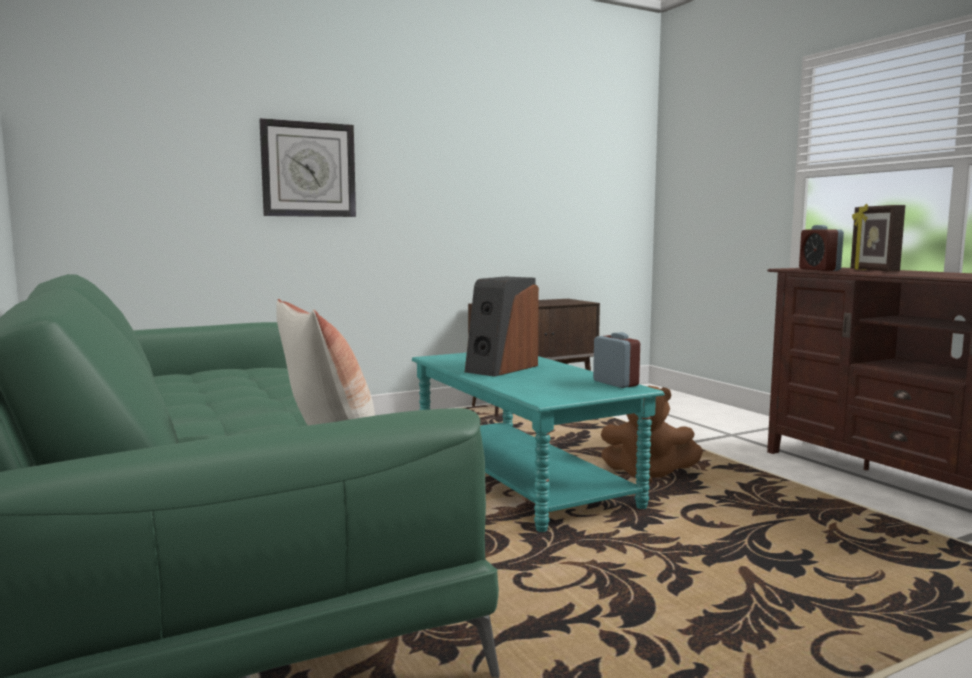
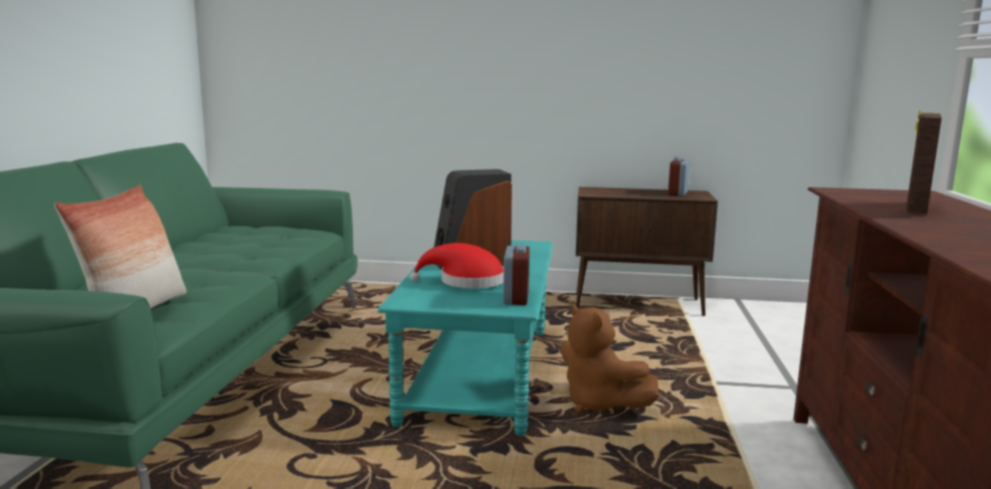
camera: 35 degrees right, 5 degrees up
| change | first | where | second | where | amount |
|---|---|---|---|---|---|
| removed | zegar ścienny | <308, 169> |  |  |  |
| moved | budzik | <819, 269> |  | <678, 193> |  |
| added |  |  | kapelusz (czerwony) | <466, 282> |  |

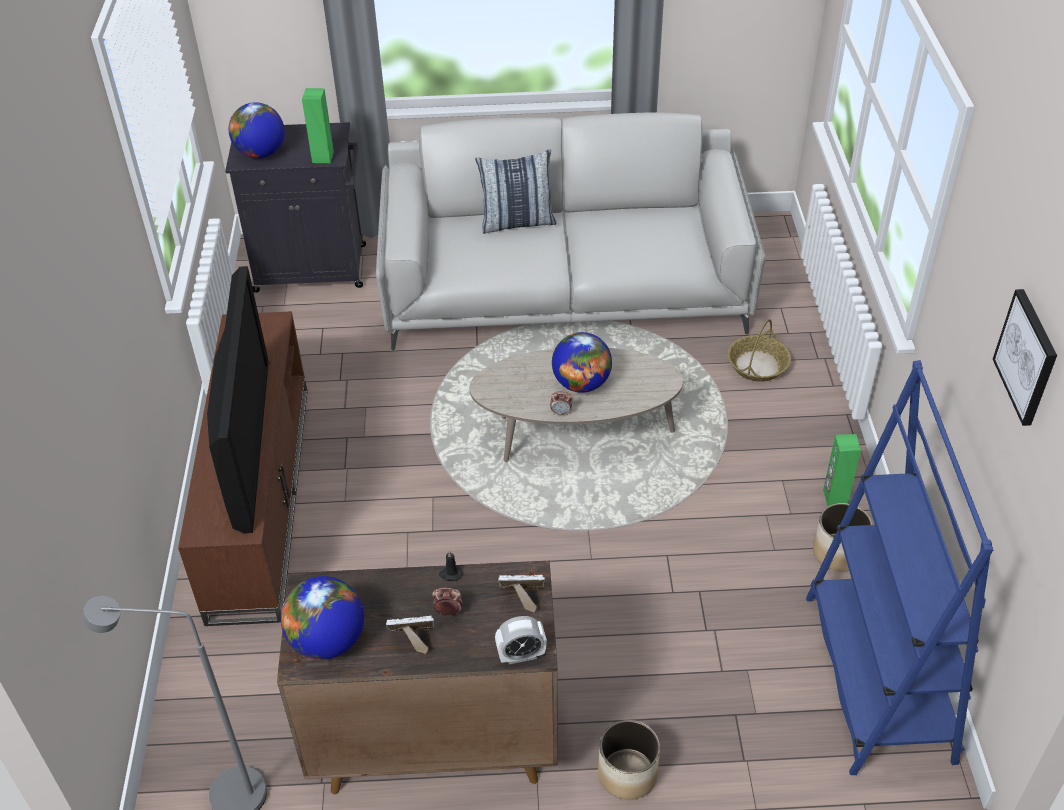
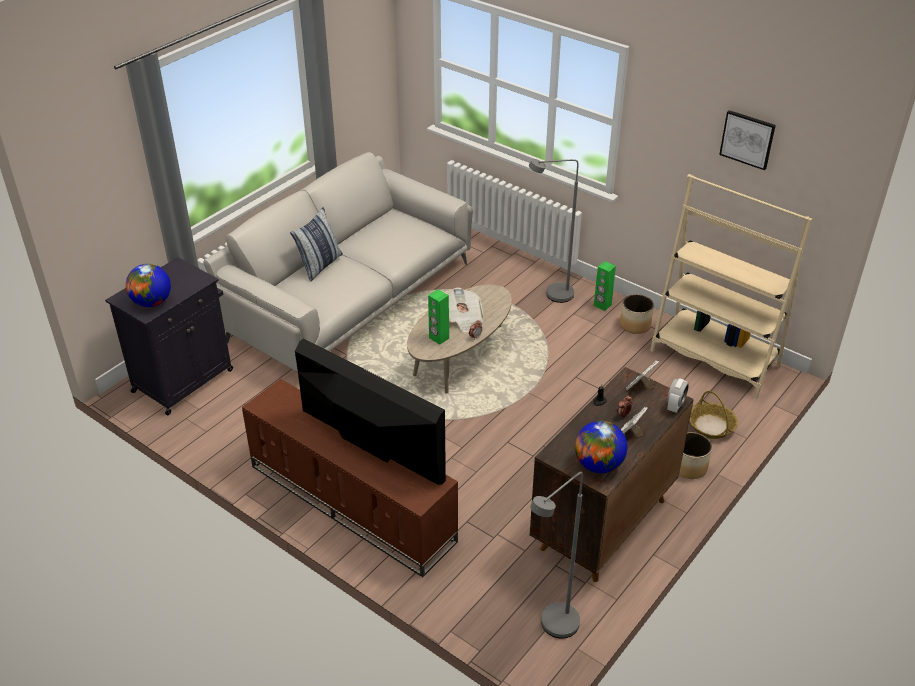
camera: 50 degrees left, 5 degrees down
| change | first | where | second | where | amount |
|---|---|---|---|---|---|
| moved | głośnik (zielony) | <322, 157> |  | <438, 338> |  |
| replaced | globus | <581, 384> | gazeta | <464, 319> |  |
| moved | koszyk | <757, 365> |  | <711, 426> |  |
| recoloured | regał (niebieski) | <877, 677> | regał (beżowy) | <714, 359> |  |
| added |  |  | lampa stojąca (szary) | <552, 295> |  |

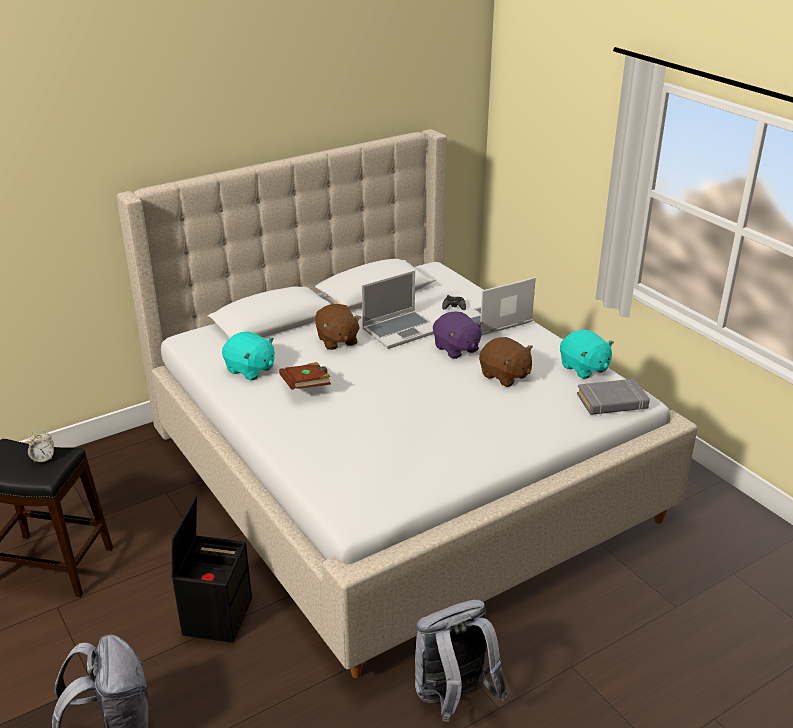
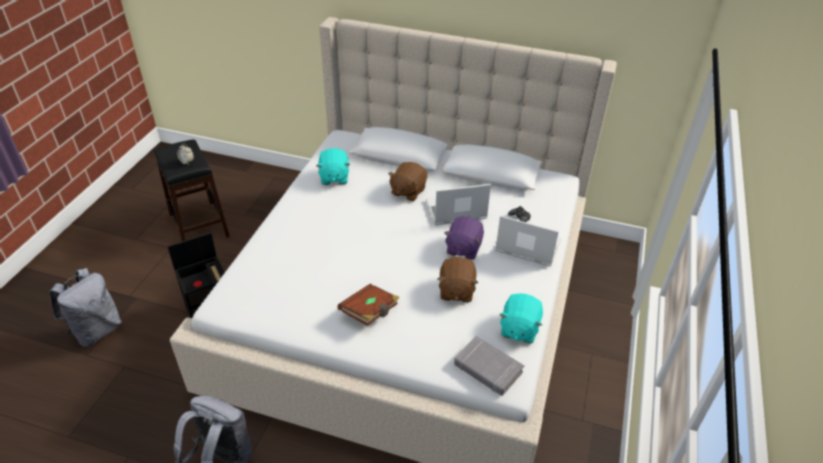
camera: 50 degrees right, 10 degrees up
| change | first | where | second | where | amount |
|---|---|---|---|---|---|
| moved | książka (brązowy) | <306, 387> |  | <370, 312> |  |
| turned | laptop | <401, 330> |  | <455, 211> | 150 degrees clockwise |

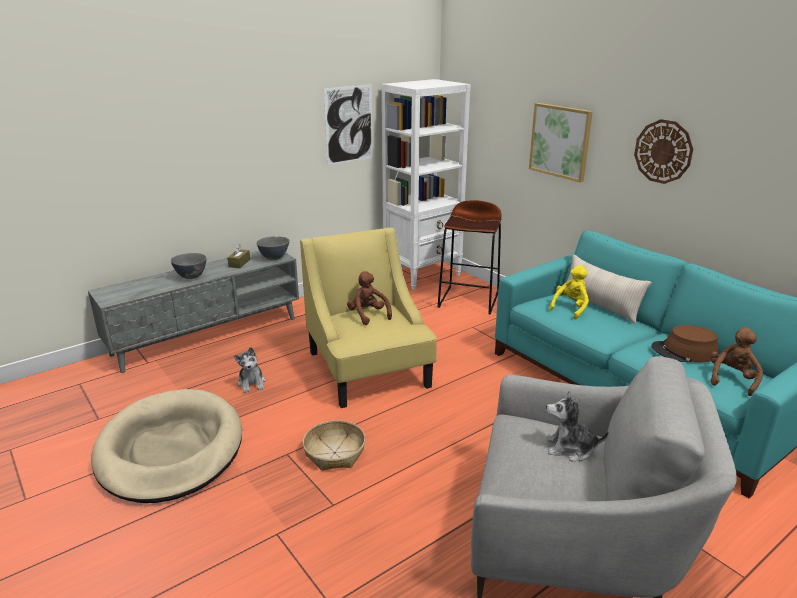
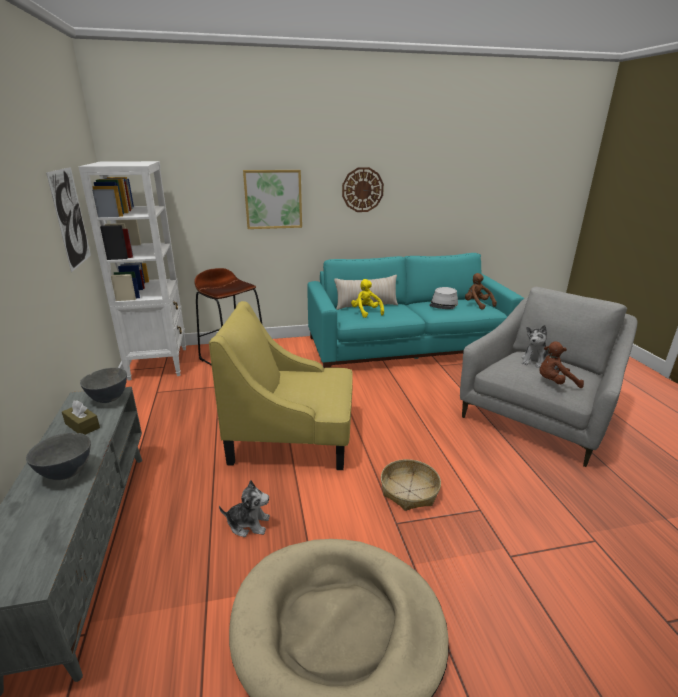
camera: 65 degrees left, 0 degrees up
| change | first | where | second | where | amount |
|---|---|---|---|---|---|
| moved | pluszak (brązowy) | <368, 315> |  | <555, 383> |  |
| recoloured | kapelusz (brązowy) | <684, 352> | kapelusz (szary) | <443, 304> |  |

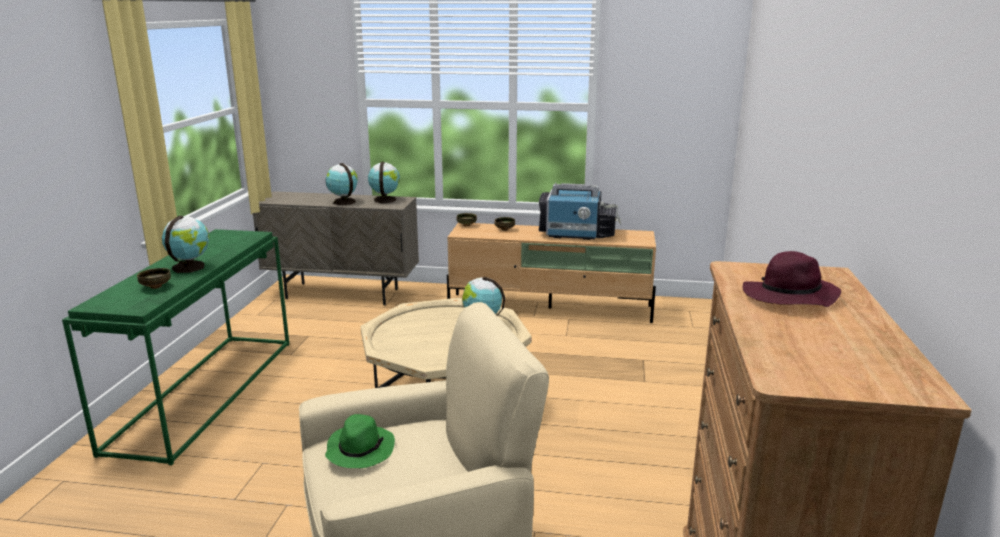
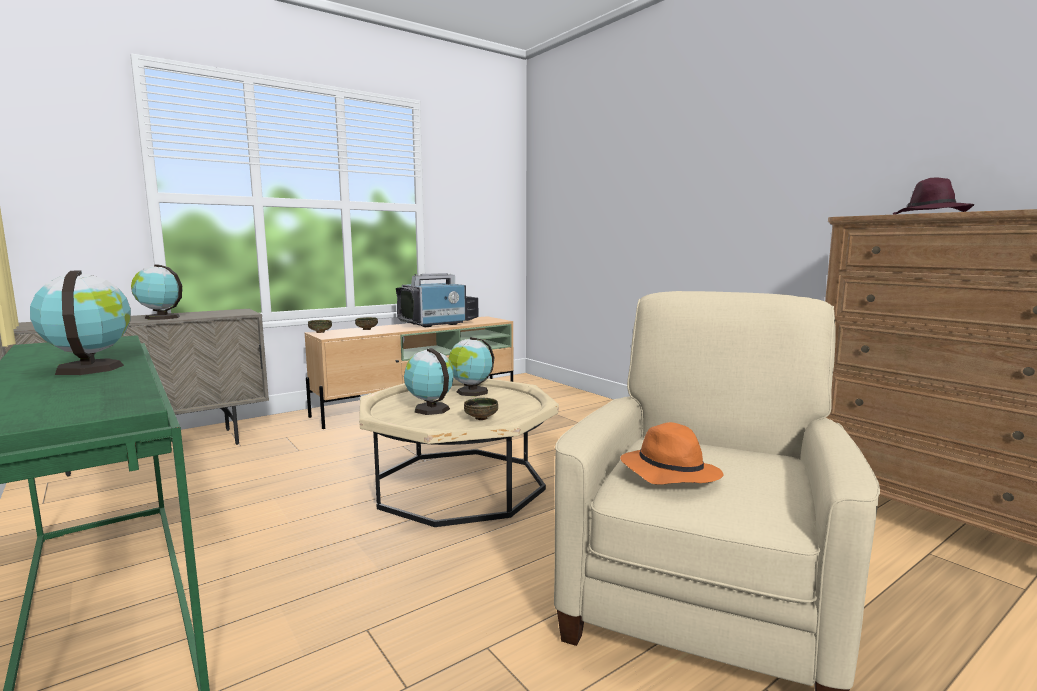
camera: 45 degrees left, 10 degrees down
| change | first | where | second | where | amount |
|---|---|---|---|---|---|
| moved | miska | <156, 287> |  | <481, 418> |  |
| recoloured | kapelusz (zielony) | <359, 450> | kapelusz (pomarańczowy) | <668, 472> |  |
| moved | globus | <384, 200> |  | <430, 409> |  |

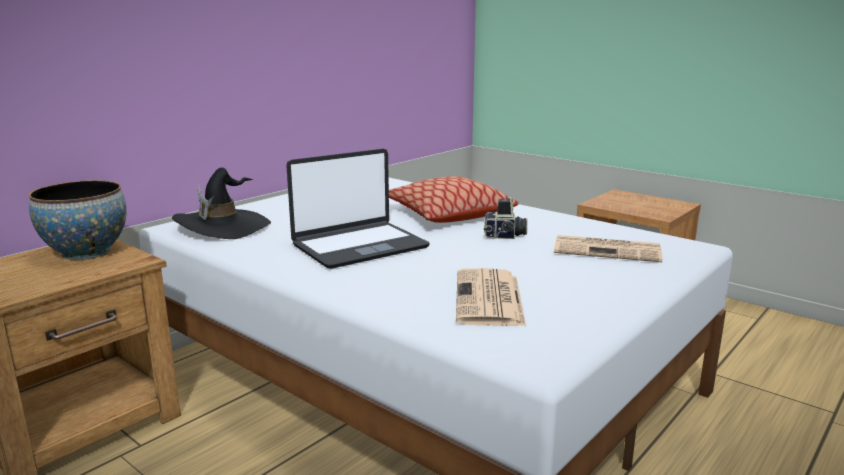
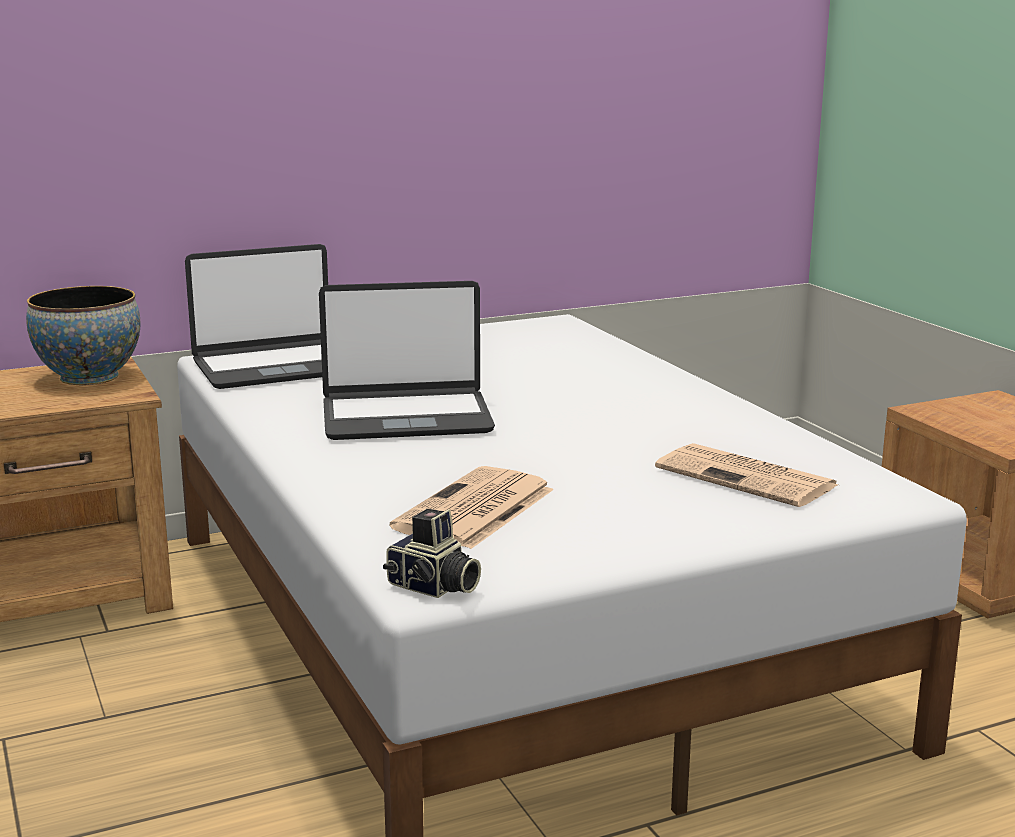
camera: 25 degrees right, 0 degrees up
| change | first | where | second | where | amount |
|---|---|---|---|---|---|
| replaced | kapelusz (czarny) | <223, 227> | laptop | <274, 367> |  |
| removed | poduszka | <448, 214> |  |  |  |
| moved | aparat fotograficzny | <505, 236> |  | <433, 587> |  |

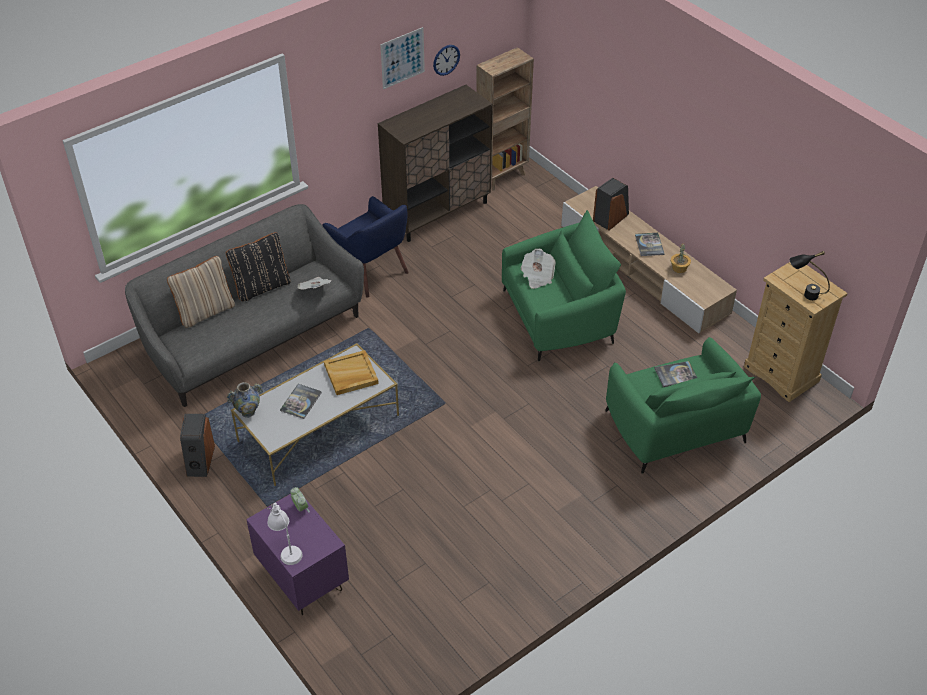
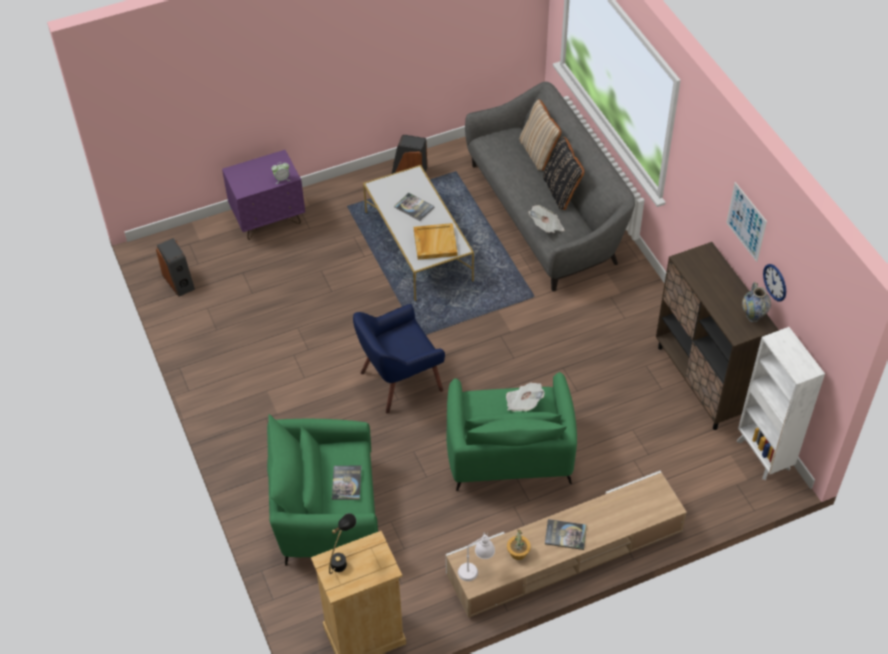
camera: 105 degrees right, 5 degrees up
| change | first | where | second | where | amount |
|---|---|---|---|---|---|
| moved | wazon | <248, 412> |  | <753, 316> |  |
| moved | lampa stołowa (biały) | <286, 549> |  | <476, 569> |  |
| moved | fotel (niebieski) | <370, 271> |  | <400, 381> |  |
| recoloured | regał (brązowy) | <502, 176> | regał (biały) | <763, 456> |  |
| moved | głośnik | <611, 218> |  | <179, 281> |  |

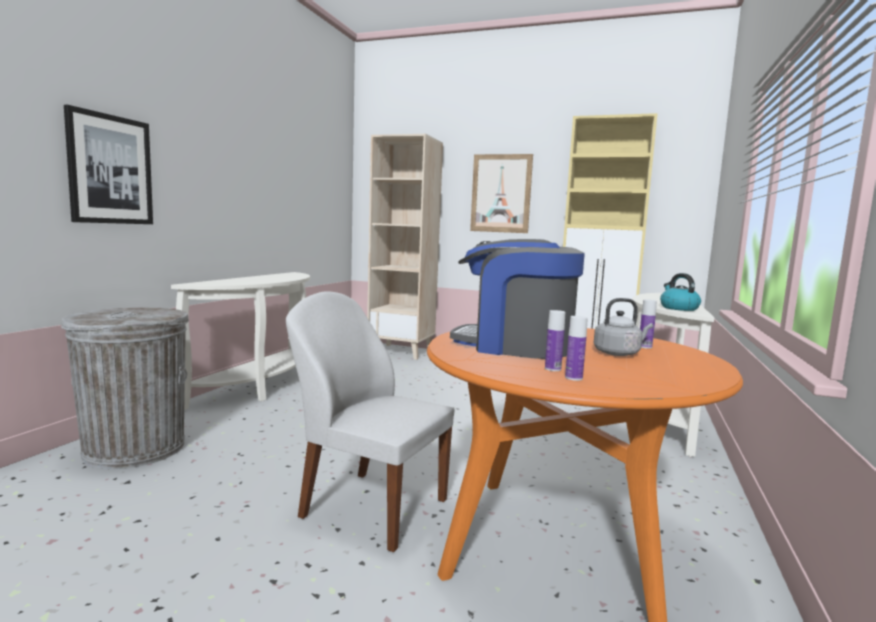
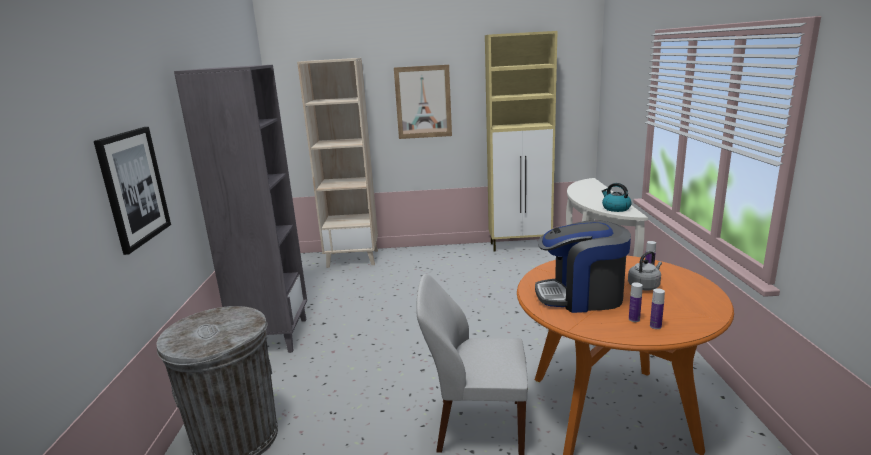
camera: 20 degrees left, 10 degrees up
| change | first | where | second | where | amount |
|---|---|---|---|---|---|
| replaced | stolik konsolowy (biały) | <262, 387> | regał (szary) | <273, 336> |  |

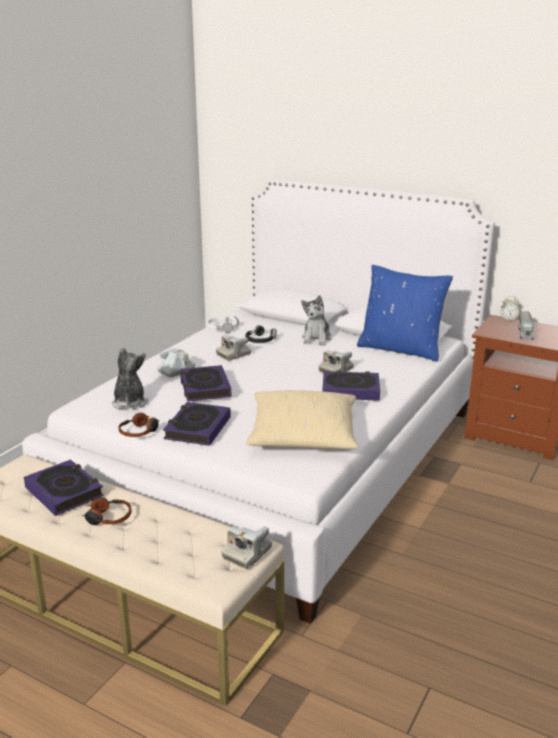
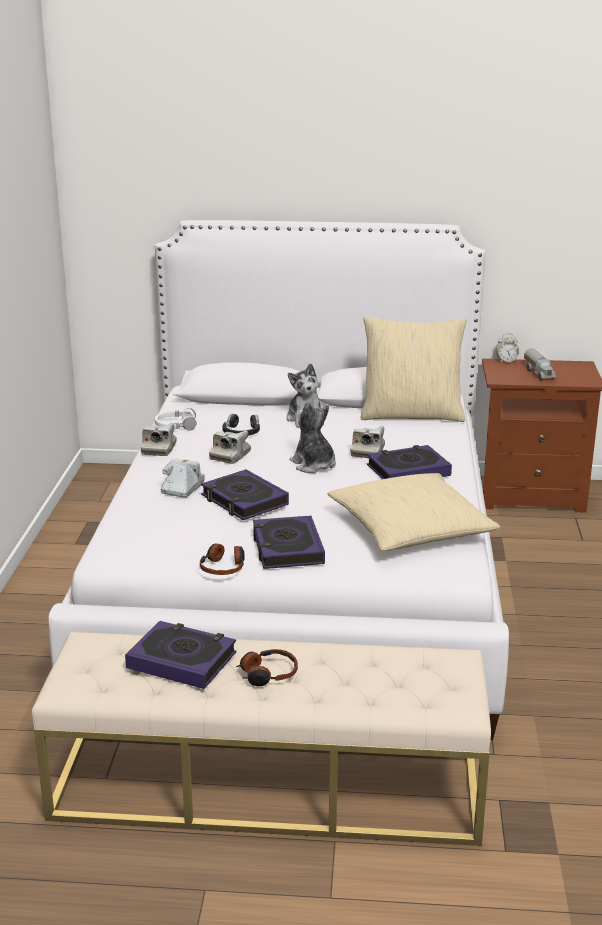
camera: 25 degrees left, 0 degrees up
| change | first | where | second | where | amount |
|---|---|---|---|---|---|
| moved | pluszak | <129, 402> |  | <314, 465> |  |
| moved | aparat fotograficzny | <247, 553> |  | <159, 449> |  |
| recoloured | poduszka (niebieski) | <401, 349> | poduszka (beżowy) | <411, 414> |  |

